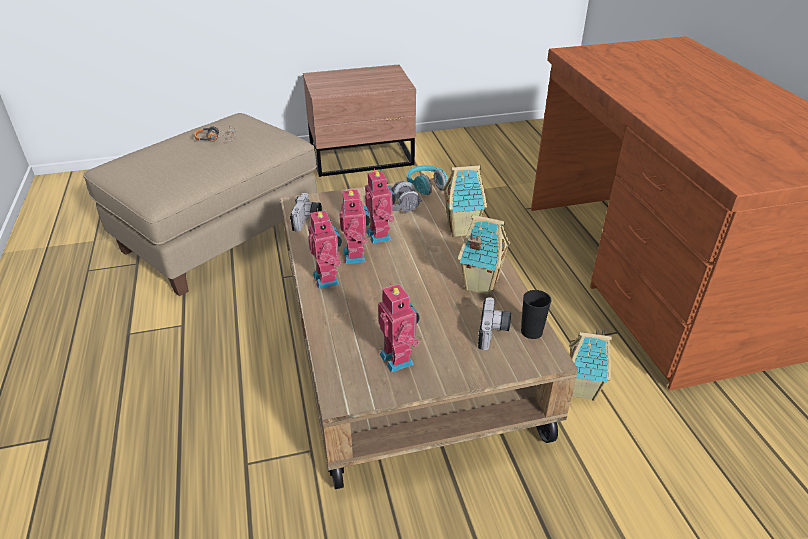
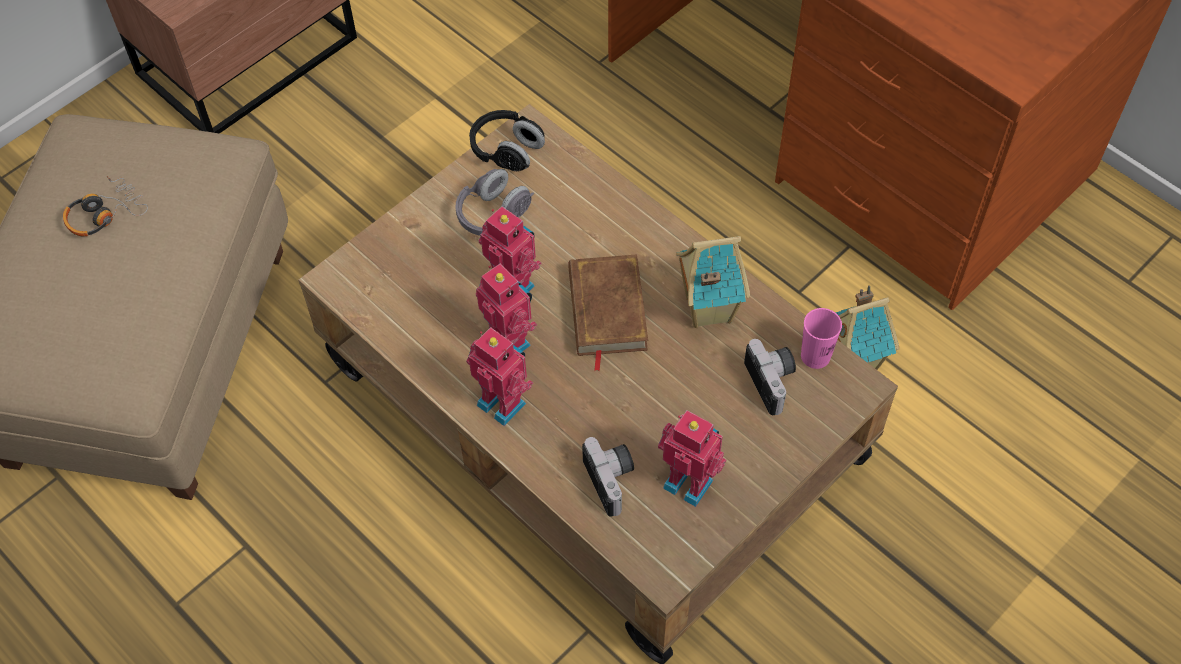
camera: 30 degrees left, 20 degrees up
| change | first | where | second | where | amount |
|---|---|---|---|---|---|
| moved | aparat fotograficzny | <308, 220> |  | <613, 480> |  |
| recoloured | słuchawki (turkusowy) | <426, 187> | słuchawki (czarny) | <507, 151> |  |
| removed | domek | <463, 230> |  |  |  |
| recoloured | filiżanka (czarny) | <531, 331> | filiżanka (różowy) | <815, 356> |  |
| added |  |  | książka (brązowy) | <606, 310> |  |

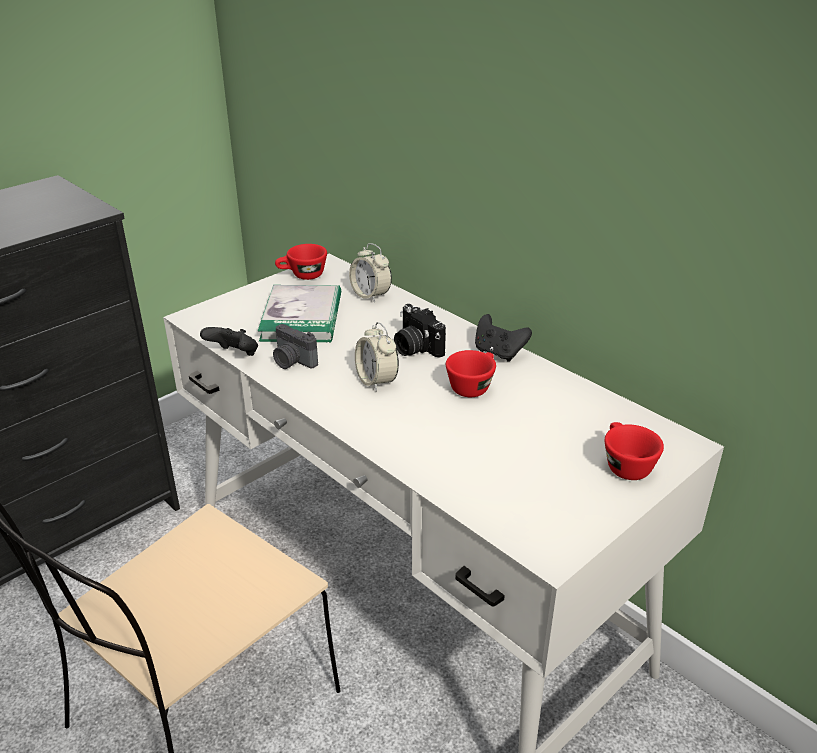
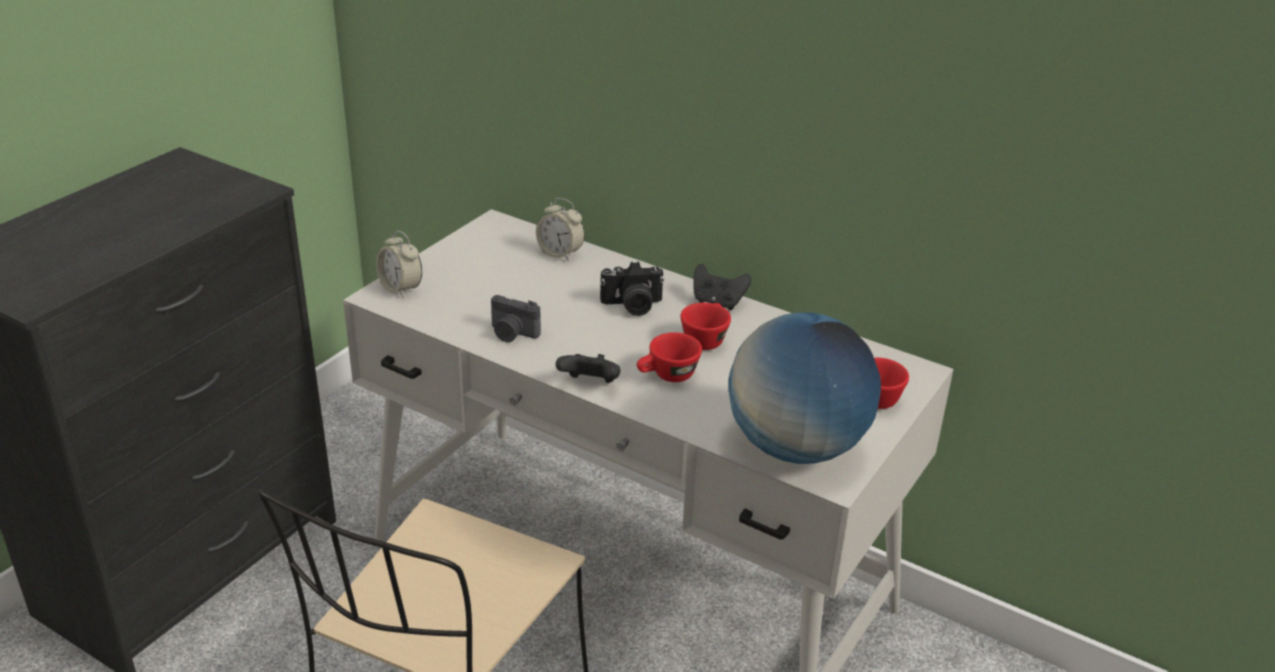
camera: 15 degrees left, 0 degrees up
| change | first | where | second | where | amount |
|---|---|---|---|---|---|
| moved | pad do gier (czarny) | <234, 355> |  | <590, 384> |  |
| removed | książka | <302, 317> |  |  |  |
| moved | filiżanka (czerwony) | <302, 276> |  | <667, 376> |  |
| moved | budzik | <376, 381> |  | <401, 288> |  |
| turned | aparat fotograficzny | <415, 348> |  | <632, 306> | 45 degrees counterclockwise |
| added |  |  | globus | <796, 447> |  |

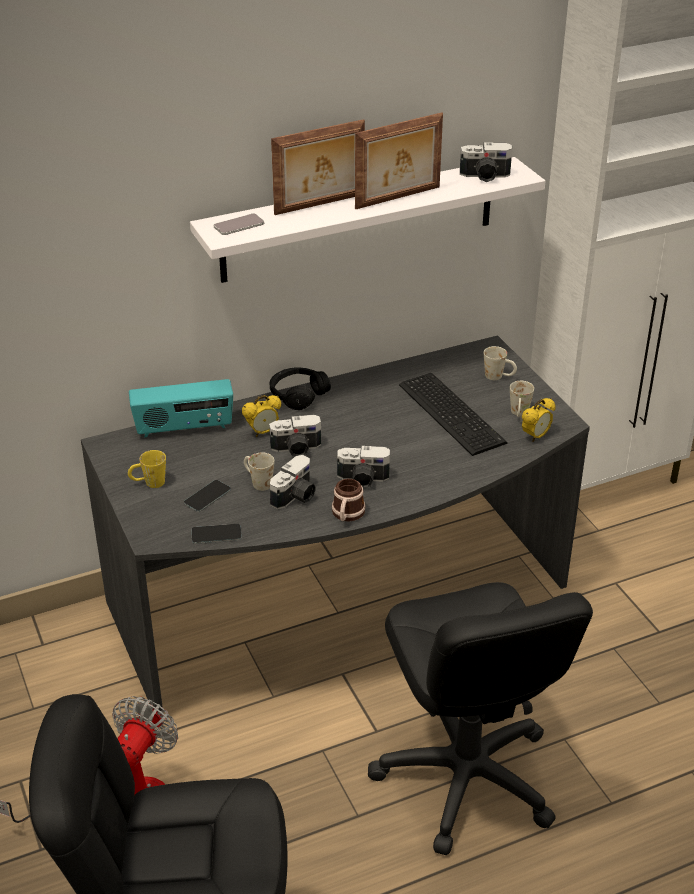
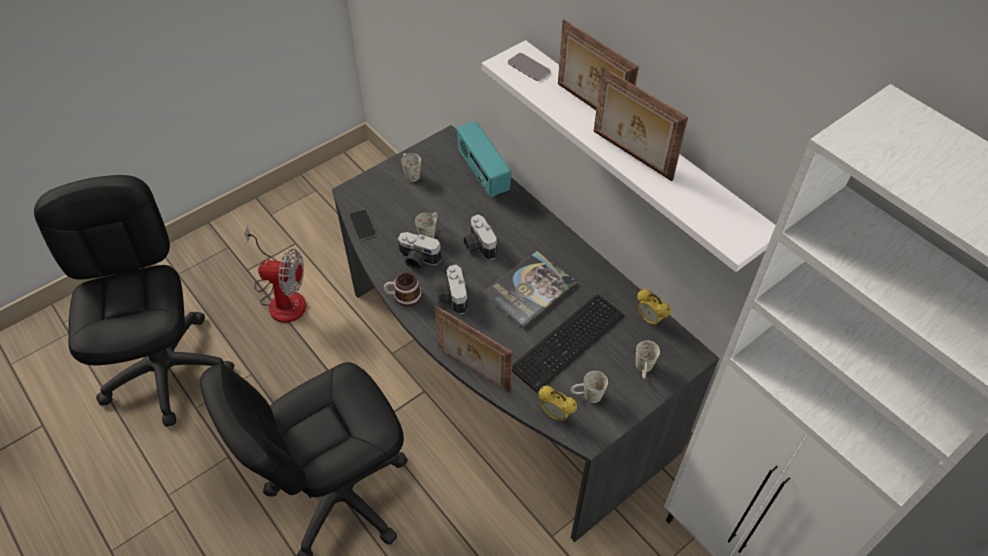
camera: 75 degrees right, 15 degrees up
| change | first | where | second | where | amount |
|---|---|---|---|---|---|
| recoloured | kubek (żółty) | <148, 483> | kubek (biały) | <410, 173> |  |
| removed | telefon | <207, 496> |  |  |  |
| moved | budzik | <263, 432> |  | <649, 319> |  |
| removed | słuchawki (czarny) | <298, 395> |  |  |  |
| removed | aparat fotograficzny | <485, 176> |  |  |  |
| added |  |  | ramka na zdjęcie | <473, 370> |  |
| added |  |  | książka | <530, 289> |  |

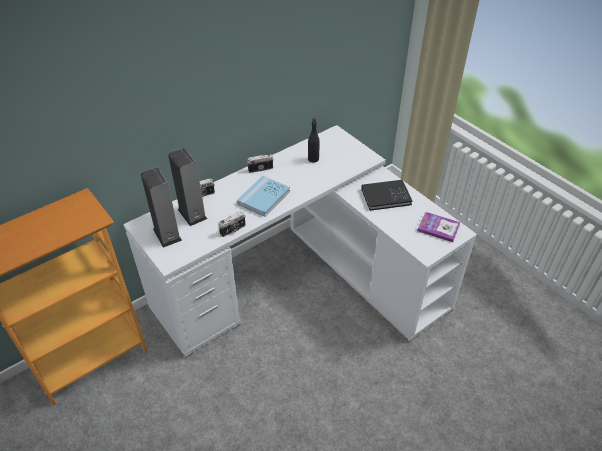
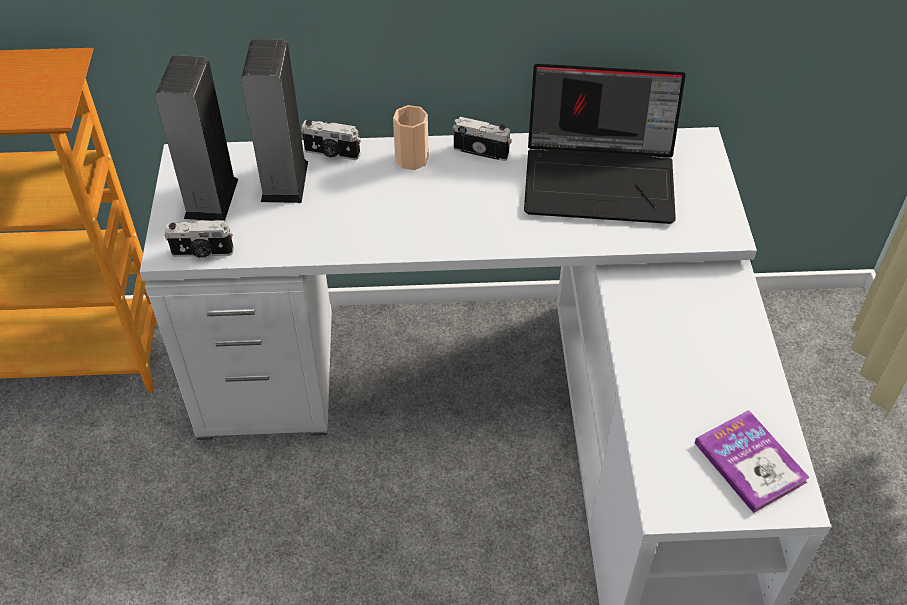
camera: 35 degrees right, 5 degrees up
| change | first | where | second | where | amount |
|---|---|---|---|---|---|
| moved | aparat fotograficzny | <233, 230> |  | <202, 253> |  |
| removed | książka (niebieski) | <264, 197> |  |  |  |
| replaced | butelka (czarny) | <313, 159> | laptop | <601, 178> |  |
| removed | książka (czarny) | <386, 197> |  |  |  |
| added |  |  | filiżanka | <412, 159> |  |

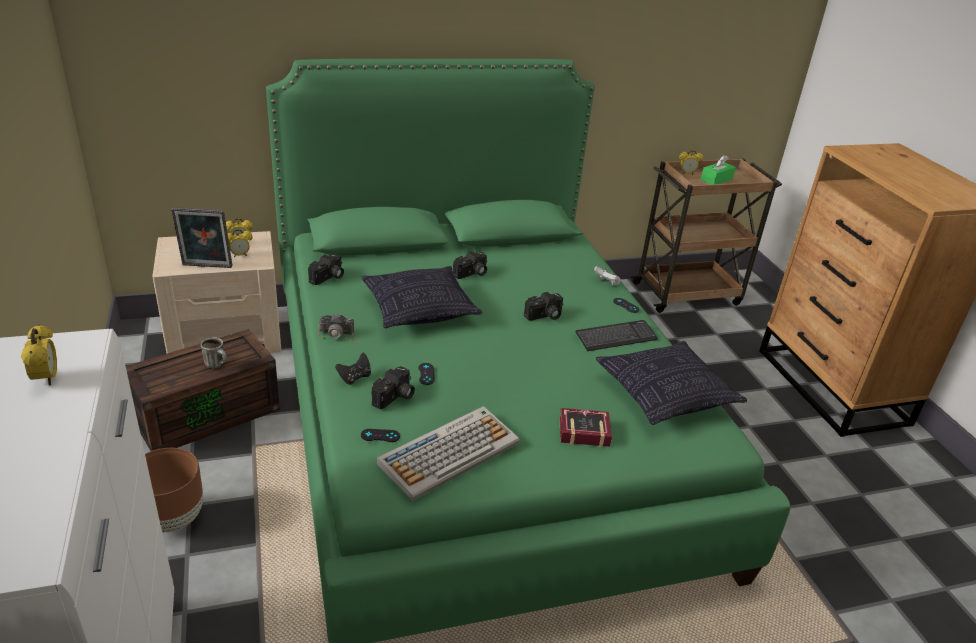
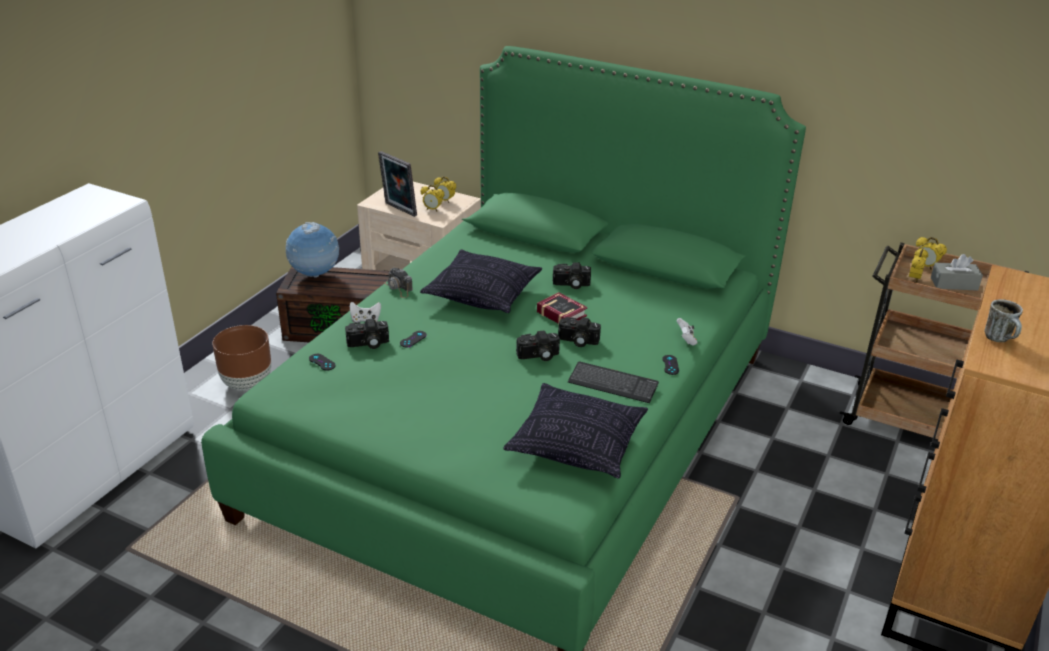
camera: 45 degrees right, 0 degrees up
| change | first | where | second | where | amount |
|---|---|---|---|---|---|
| moved | budzik | <47, 379> |  | <914, 279> |  |
| moved | kubek | <217, 365> |  | <1000, 339> |  |
| moved | aparat fotograficzny | <328, 278> |  | <538, 356> |  |
| recoloured | pad do gier (czarny) | <355, 377> | pad do gier (biały) | <365, 320> |  |
| removed | klawiatura | <450, 452> |  |  |  |
| moved | książka | <581, 431> |  | <561, 313> |  |
| recoloured | pudełko chusteczek (zielony) | <716, 180> | pudełko chusteczek (szary) | <954, 284> |  |
| added |  |  | globus | <315, 275> |  |

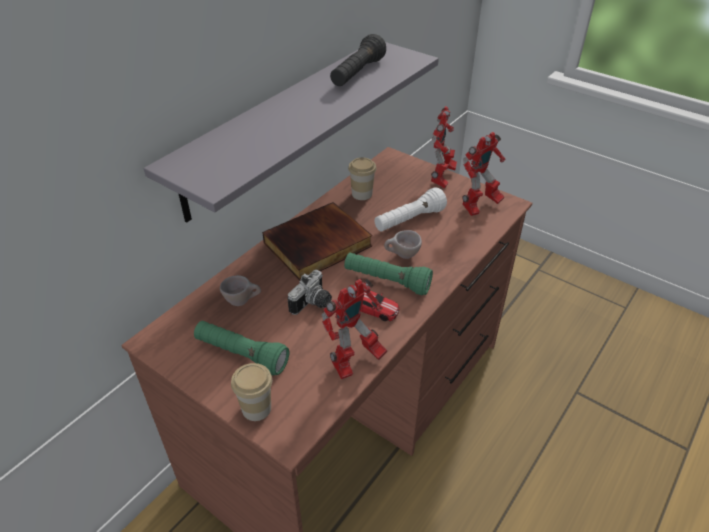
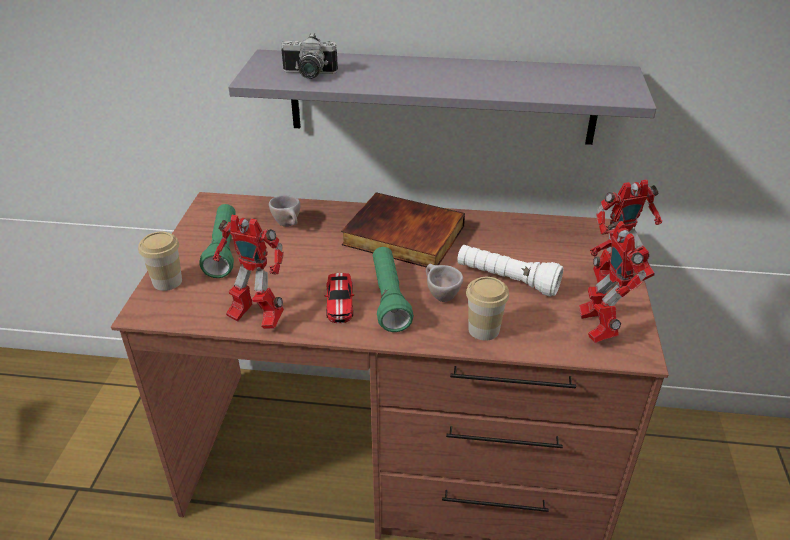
camera: 60 degrees right, 5 degrees down
| change | first | where | second | where | amount |
|---|---|---|---|---|---|
| moved | aparat fotograficzny | <313, 304> |  | <308, 75> |  |
| removed | latarka (czarny) | <357, 74> |  |  |  |
| moved | filiżanka | <362, 194> |  | <483, 329> |  |
| turned | robot zabawkowy | <479, 207> |  | <597, 327> | 60 degrees clockwise |

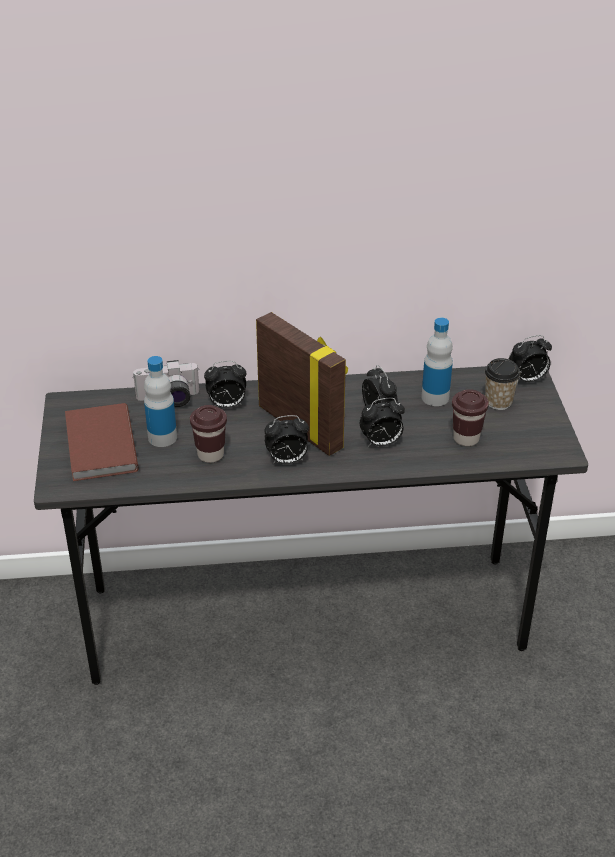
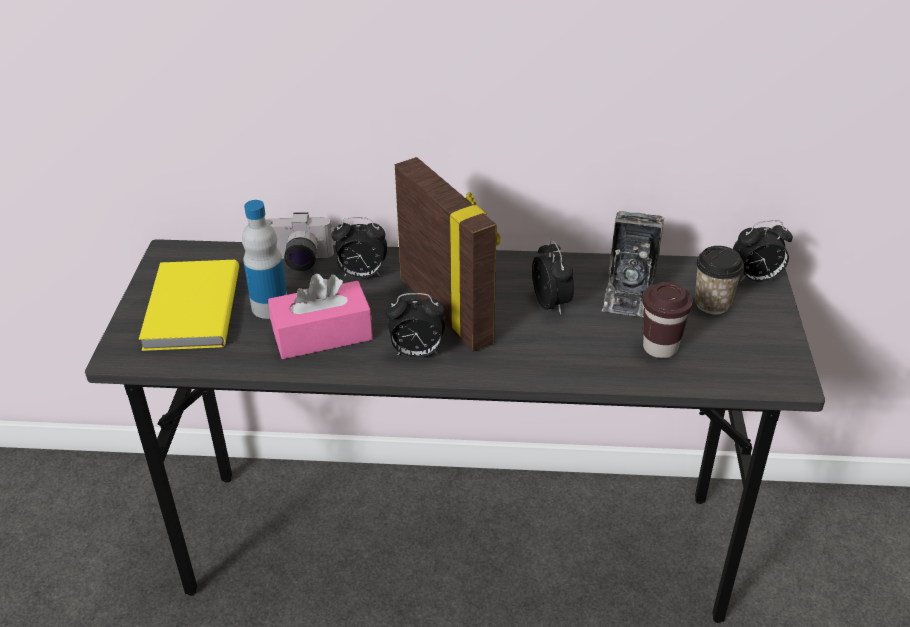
camera: 10 degrees right, 0 degrees up
| change | first | where | second | where | amount |
|---|---|---|---|---|---|
| recoloured | książka (brązowy) | <99, 446> | książka (żółty) | <189, 310> |  |
| replaced | filiżanka (brązowy) | <210, 454> | pudełko chusteczek (różowy) | <322, 335> |  |
| removed | budzik | <381, 443> |  |  |  |
| replaced | butelka | <435, 397> | aparat fotograficzny | <629, 290> |  |

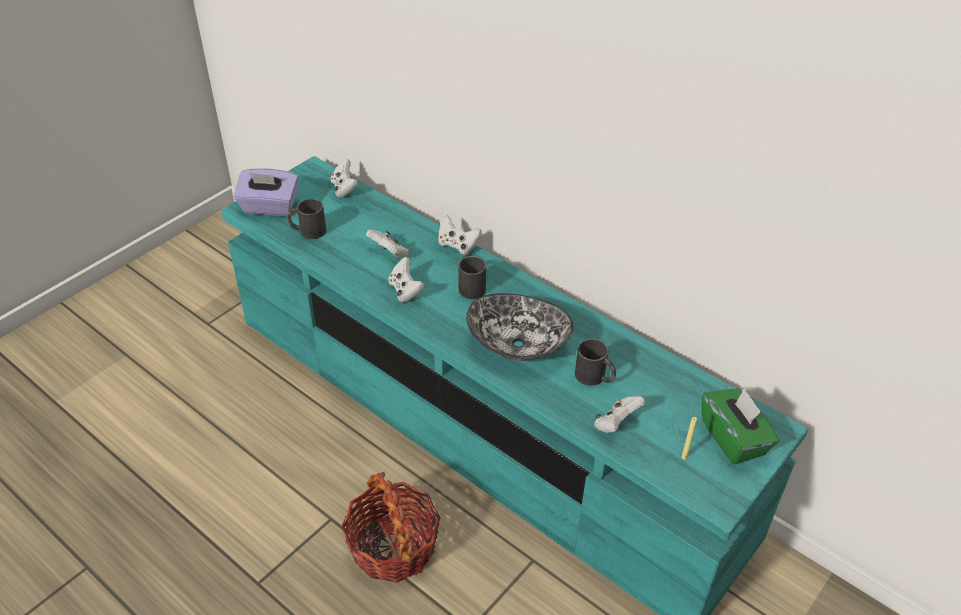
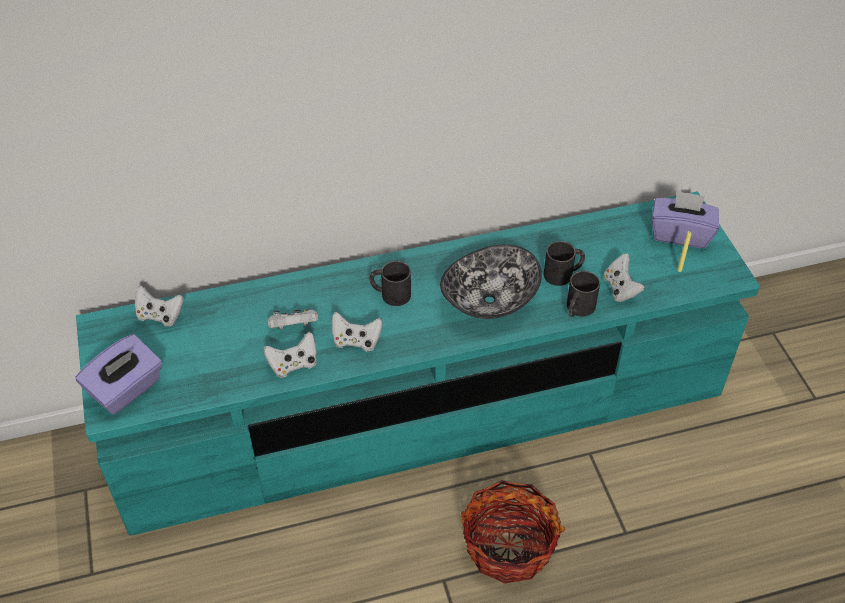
camera: 55 degrees left, 5 degrees up
| change | first | where | second | where | amount |
|---|---|---|---|---|---|
| moved | kubek (czarny) | <307, 231> |  | <578, 309> |  |
| moved | pad do gier (biały) | <458, 246> |  | <293, 364> |  |
| recoloured | pudełko chusteczek (zielony) | <733, 438> | pudełko chusteczek (fioletowy) | <680, 234> |  |

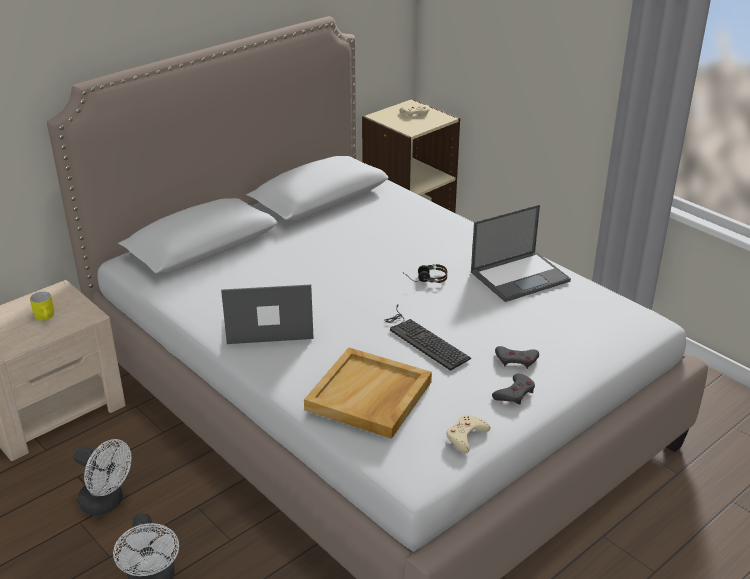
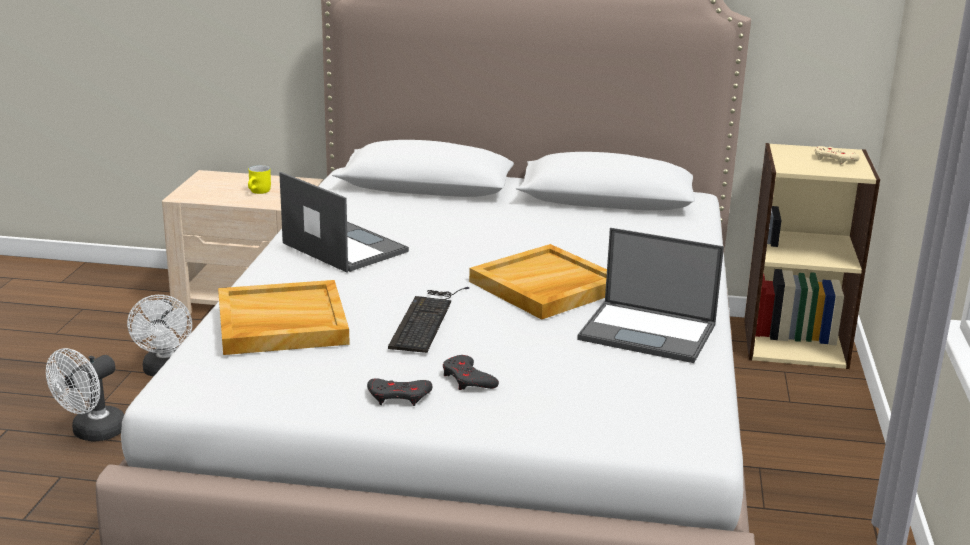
camera: 50 degrees right, 10 degrees down
| change | first | where | second | where | amount |
|---|---|---|---|---|---|
| replaced | słuchawki | <424, 279> | taca (beżowy) | <545, 287> |  |
| removed | pad do gier (beżowy) | <466, 436> |  |  |  |

